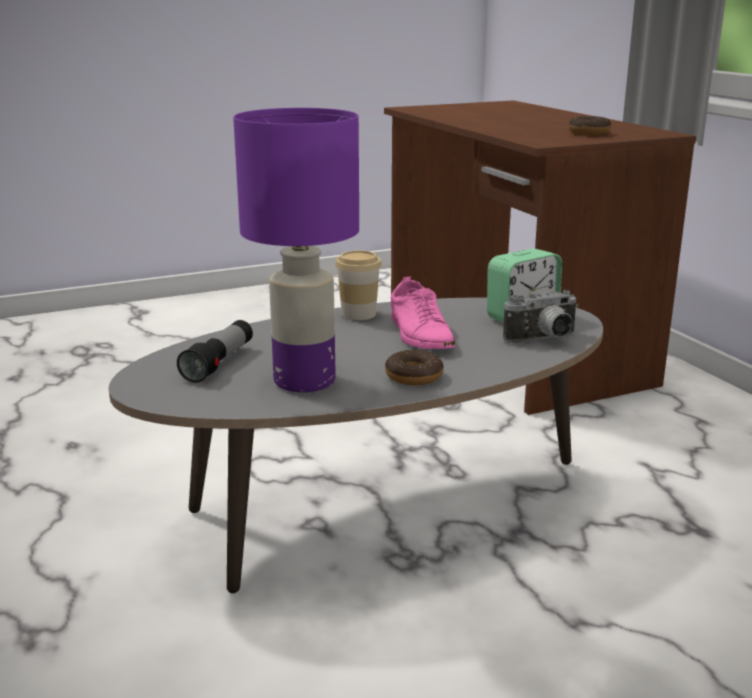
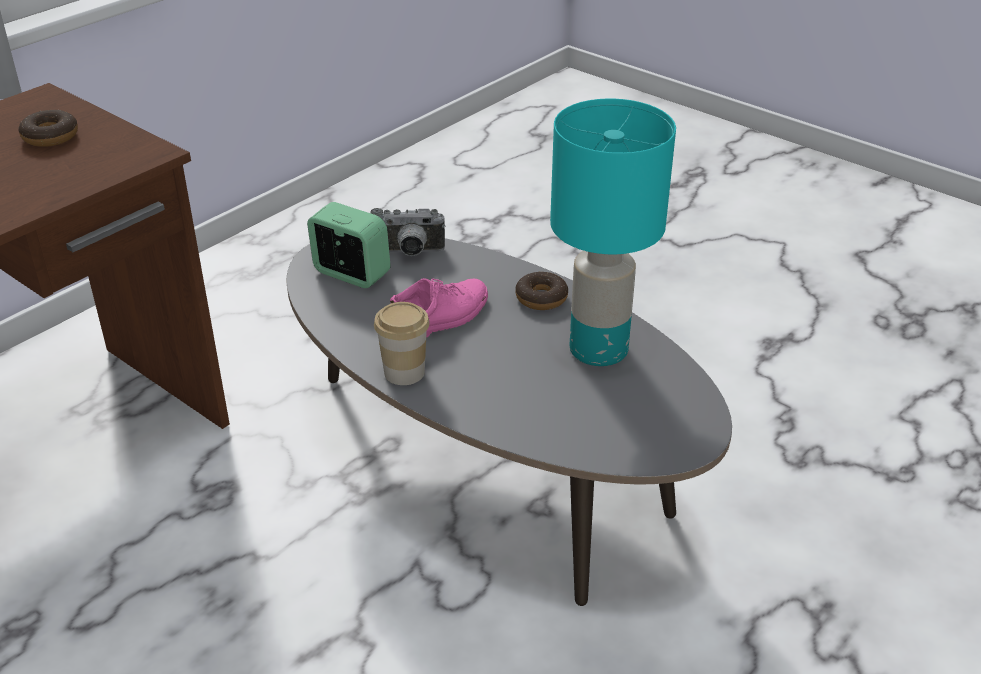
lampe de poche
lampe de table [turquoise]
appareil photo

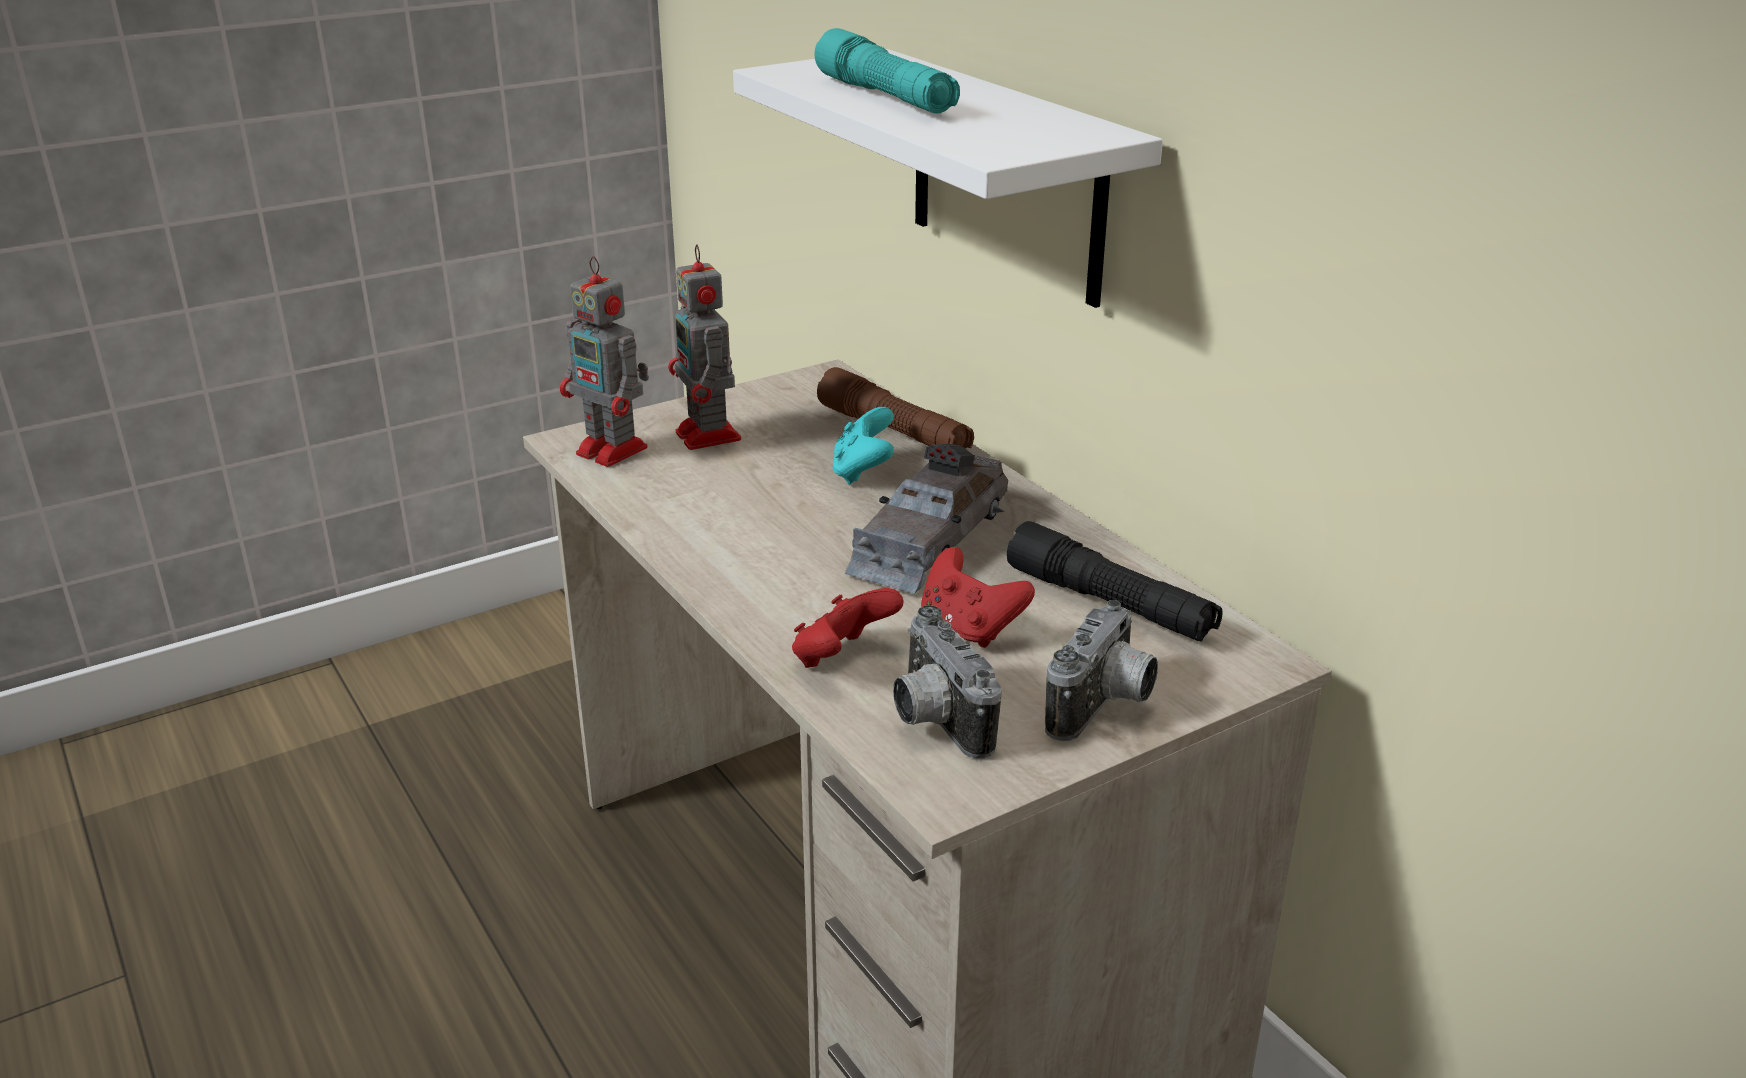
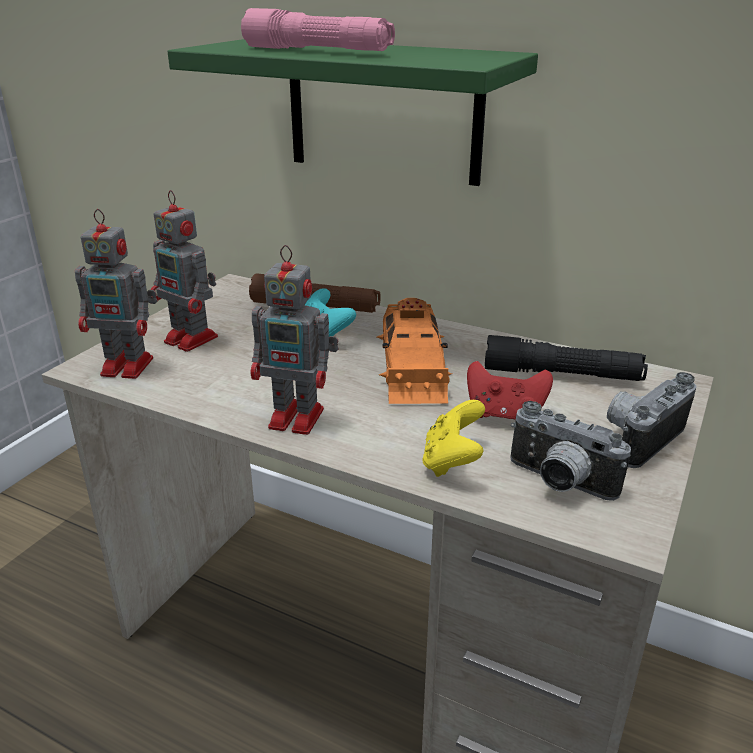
robot jouet (no. 3 from left)
étagère [vert]
manette [jaune]
lampe de poche [rose]
petite voiture [orange]
appareil photo (no. 2 from left)

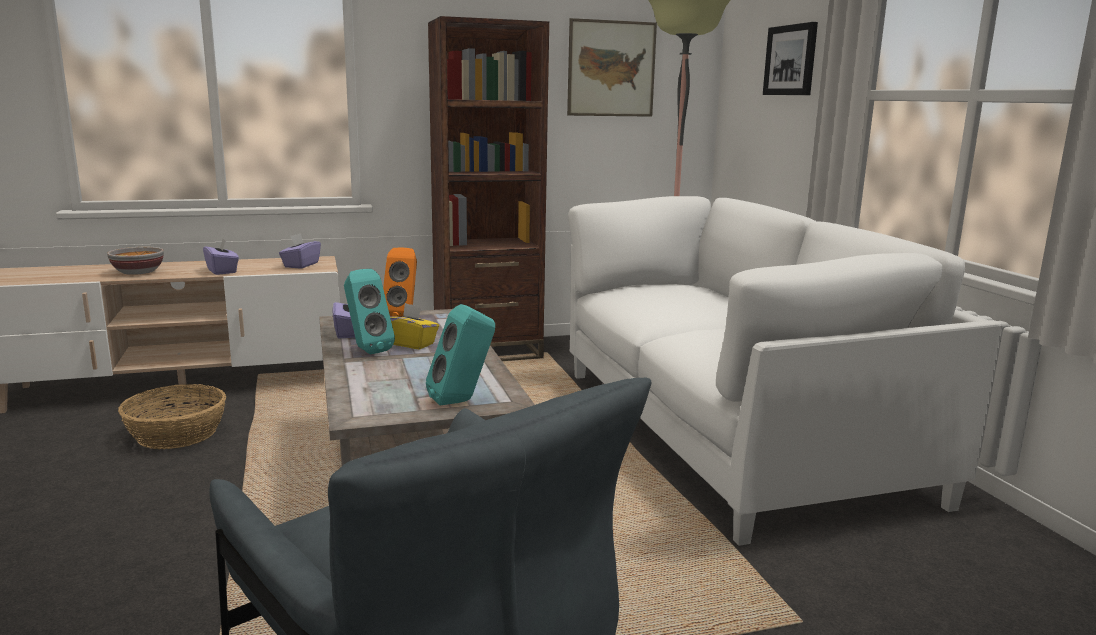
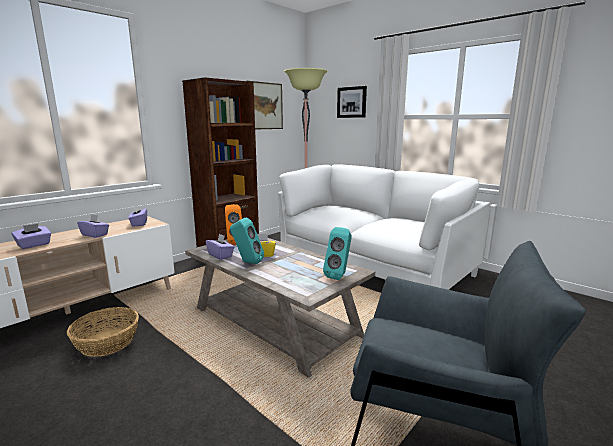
boîte à mouchoirs [violet] (no. 1 from left)

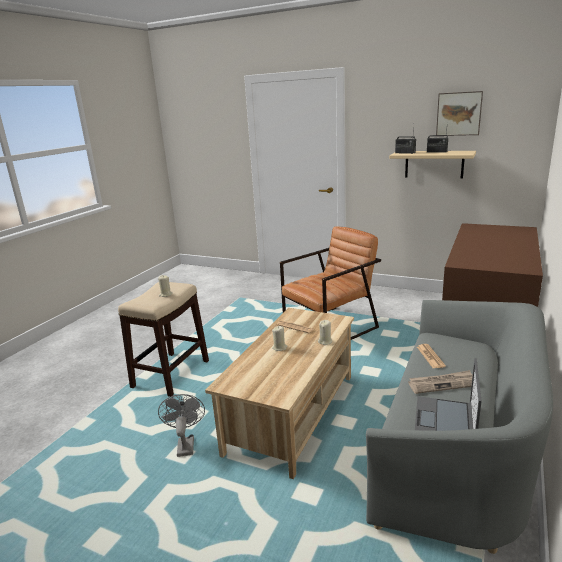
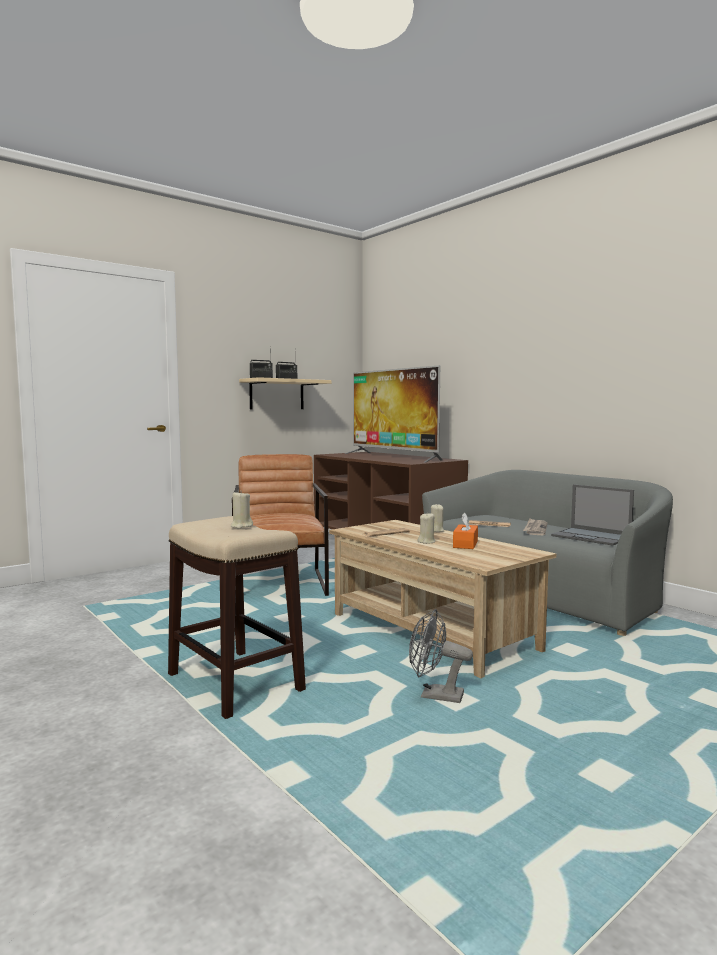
tableau
téléviseur
boîte à mouchoirs [orange]

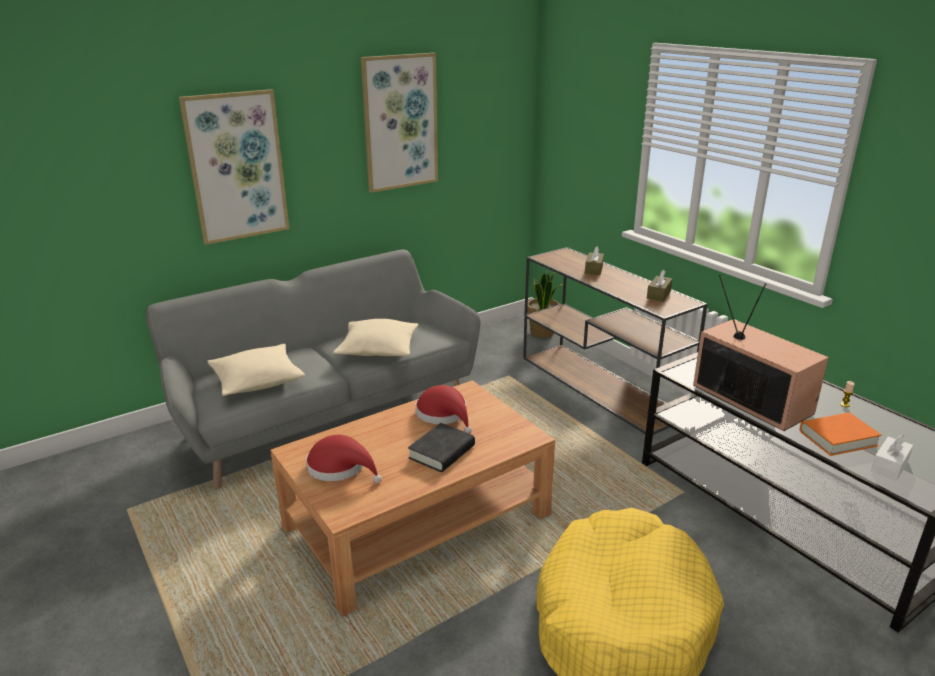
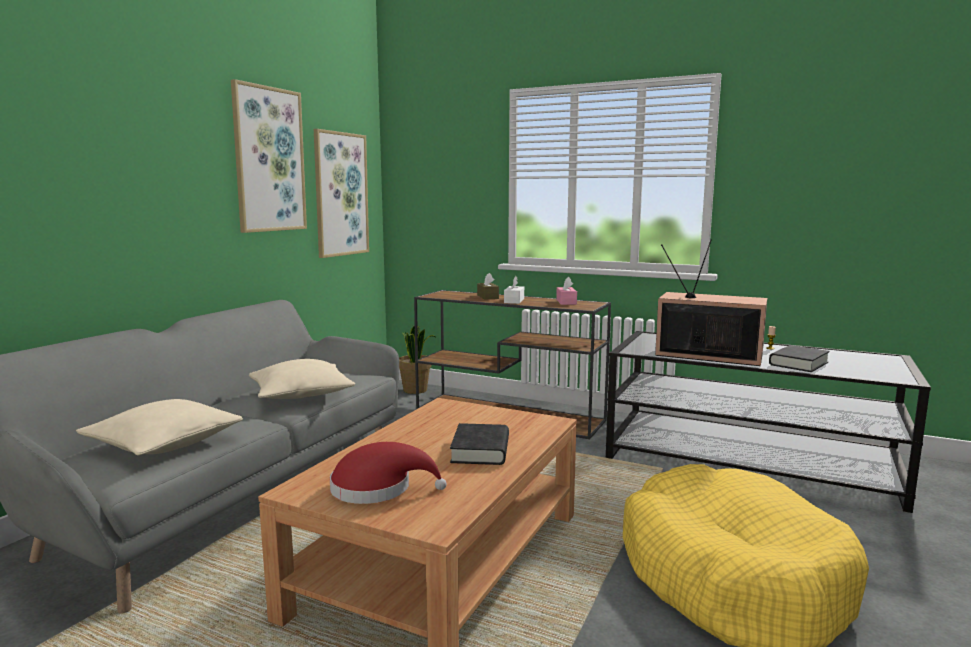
chapeau [rouge] (no. 2 from left in the first image)
tableau (no. 2 from left)
boîte à mouchoirs [blanc]
boîte à mouchoirs [rose]
livre [noir] (no. 2 from left)

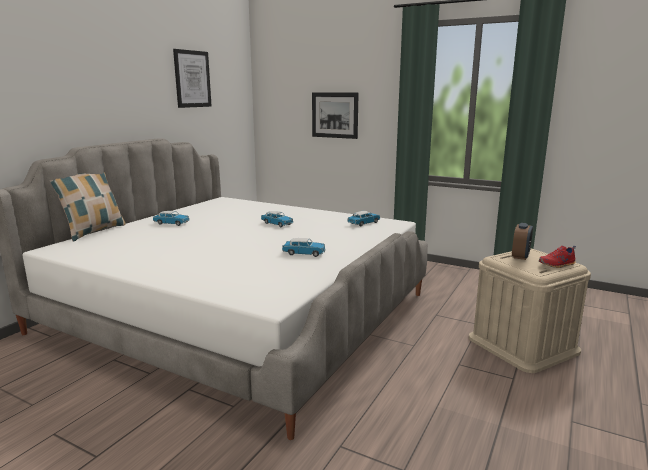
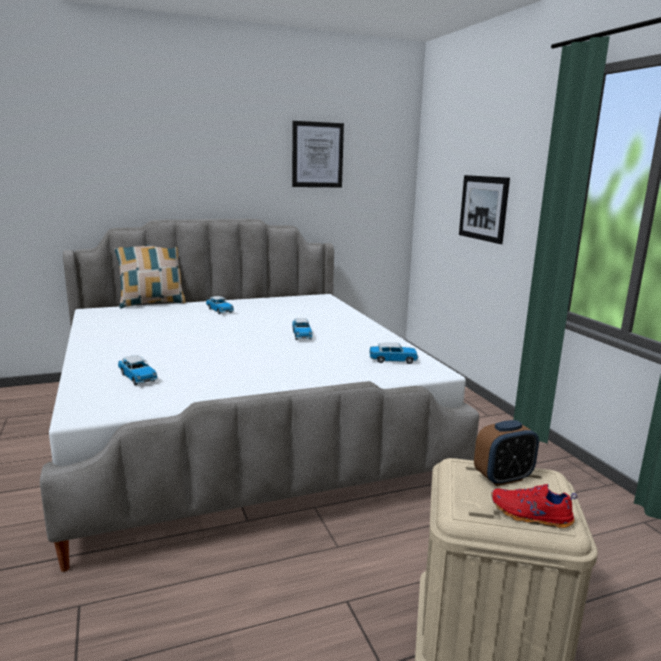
petite voiture (no. 1 from left)

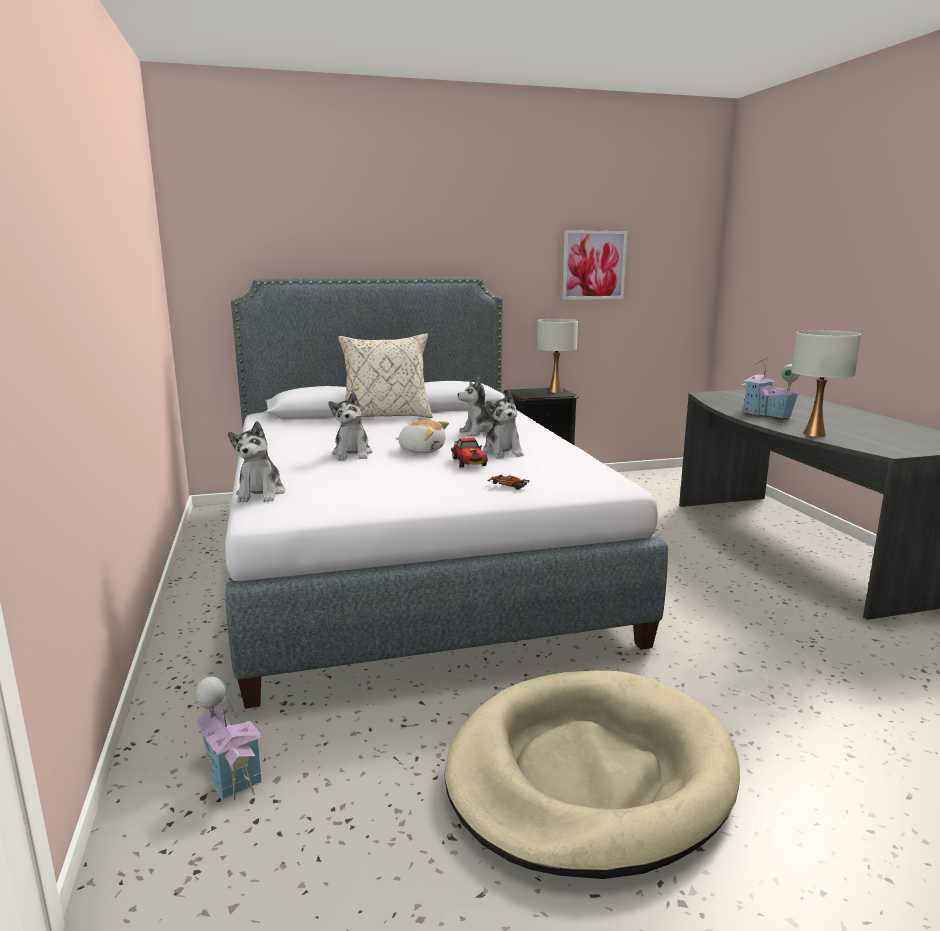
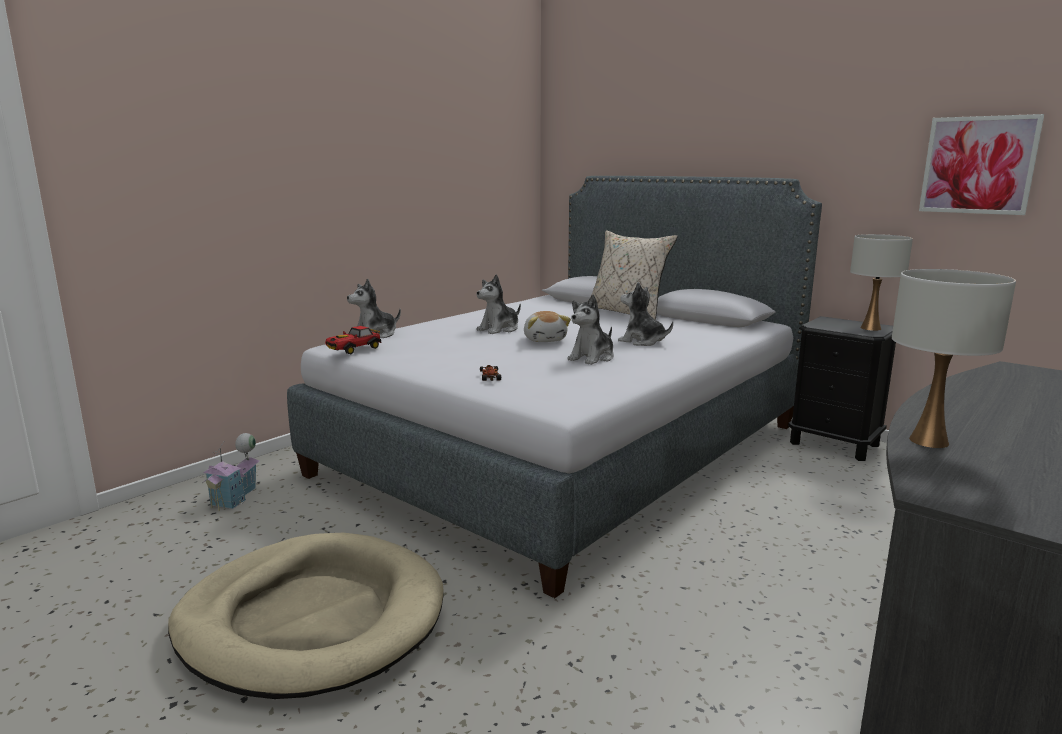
maison miniature (no. 2 from left in the first image)
petite voiture (no. 1 from left)

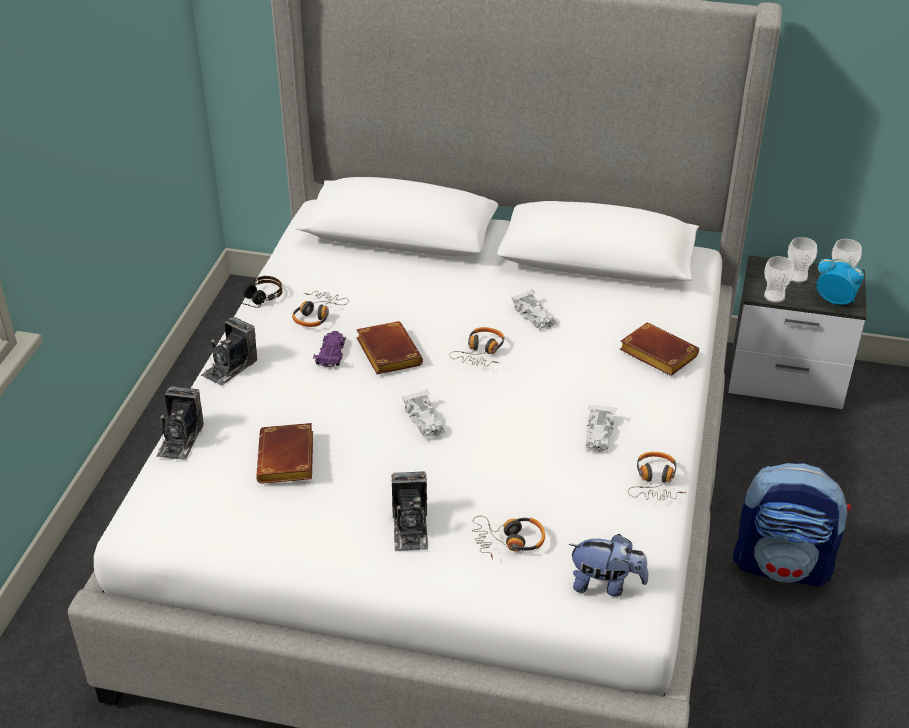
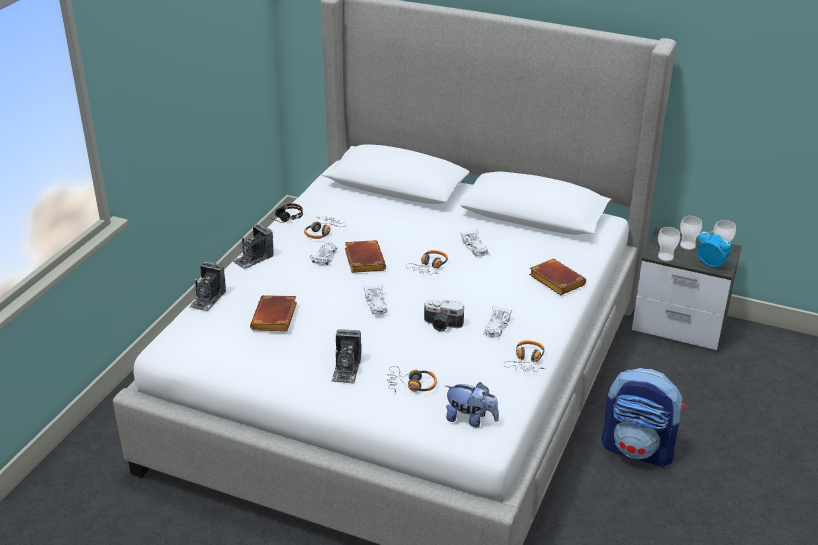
appareil photo (no. 4 from left)
petite voiture [blanc] (no. 1 from left)

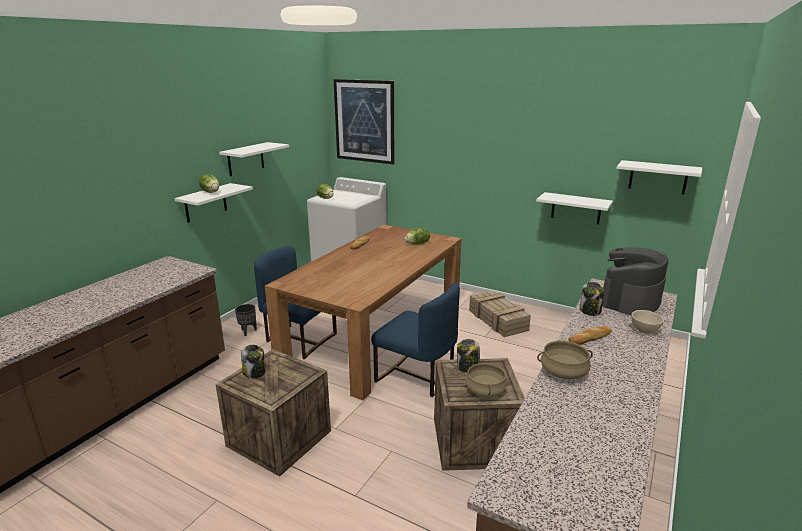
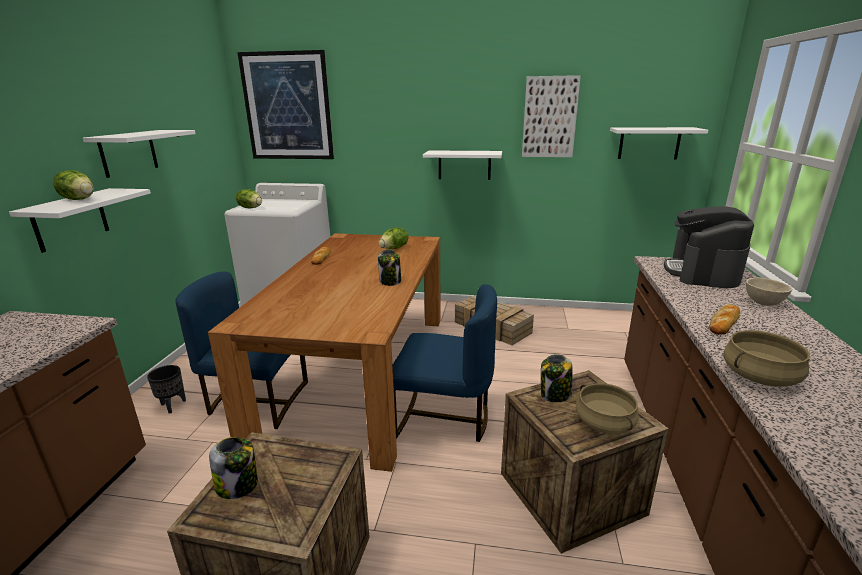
tableau (no. 2 from left)
étagère [blanc] (no. 3 from left)
bocal (no. 2 from left)

